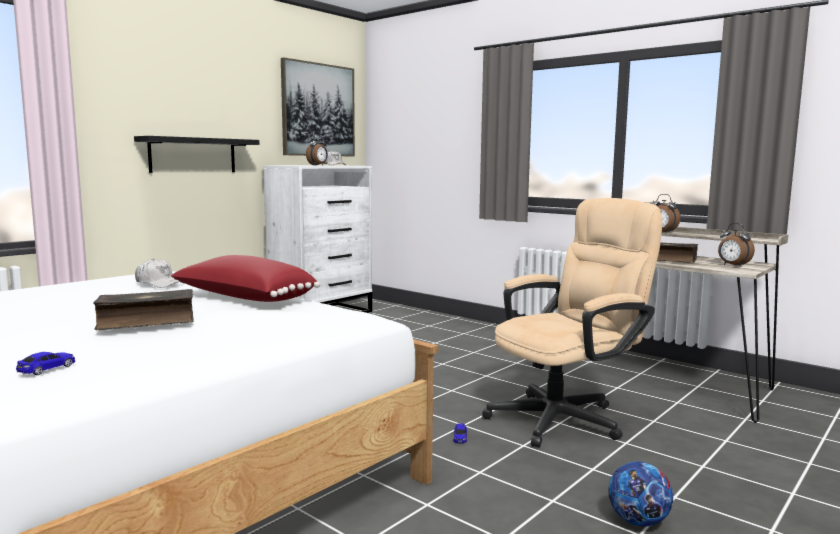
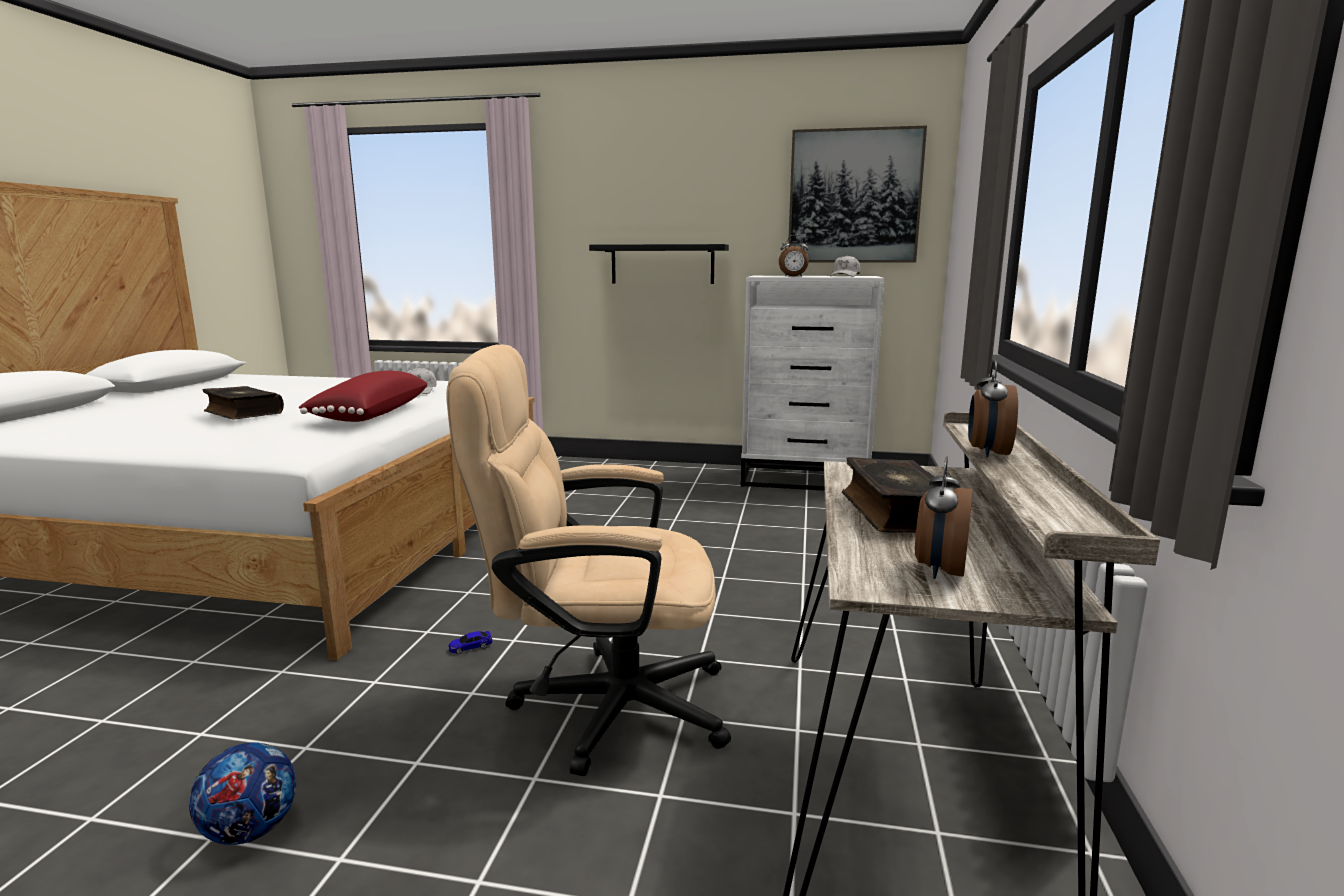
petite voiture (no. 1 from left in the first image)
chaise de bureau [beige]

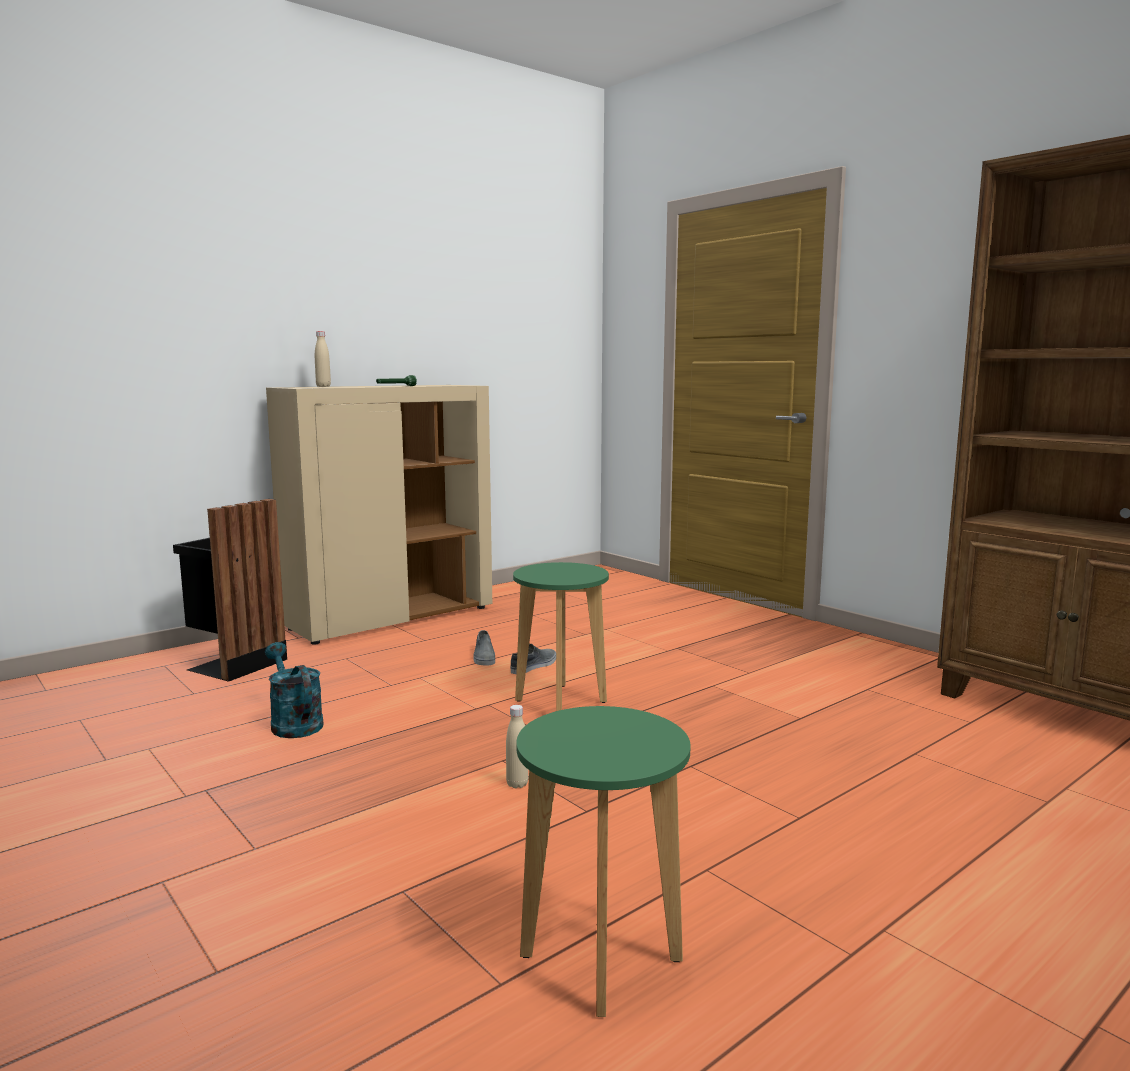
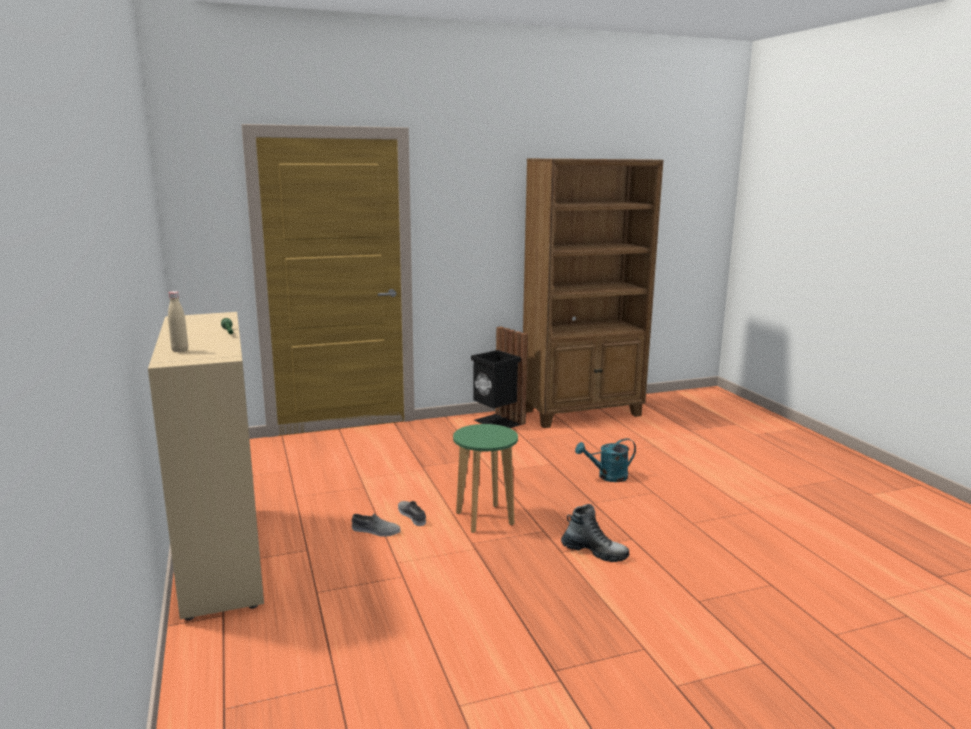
tabouret [vert] (no. 2 from left in the first image)
poubelle [noir]
arrosoir [turquoise]
botte

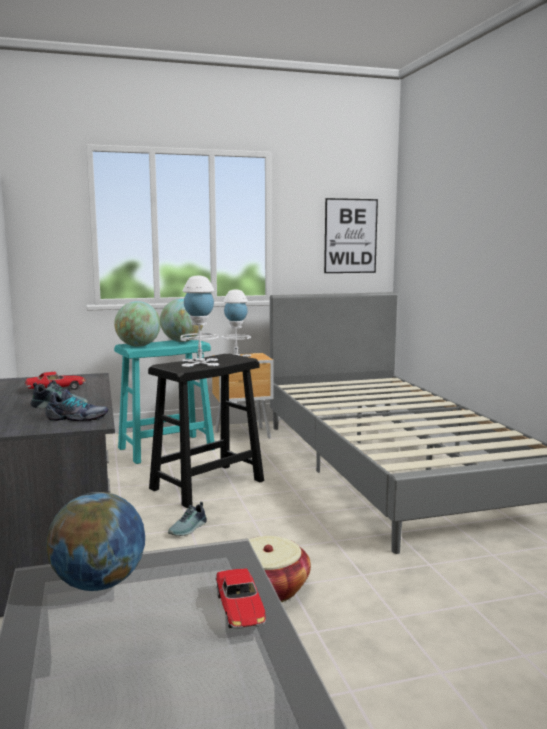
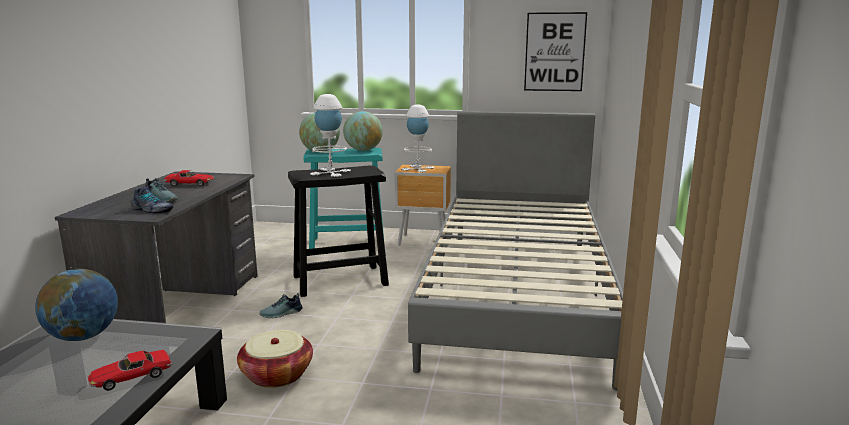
petite voiture (no. 1 from left)

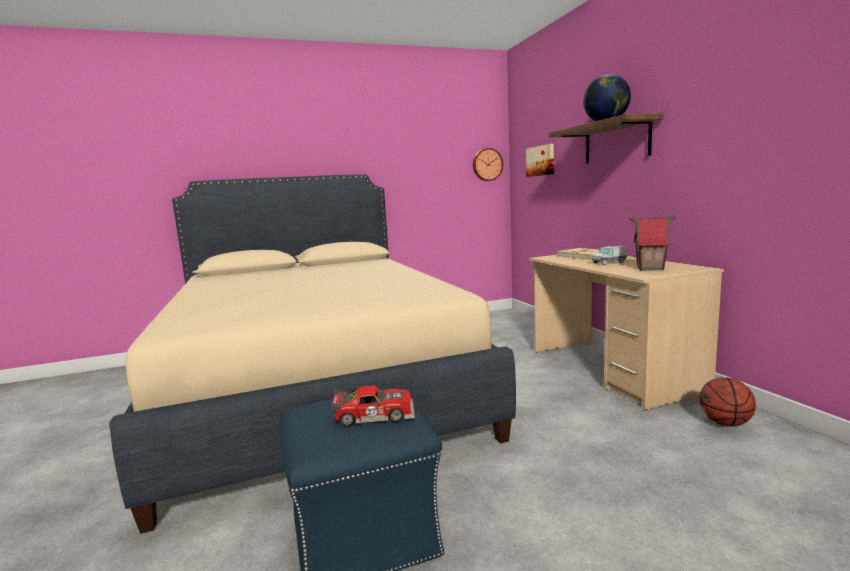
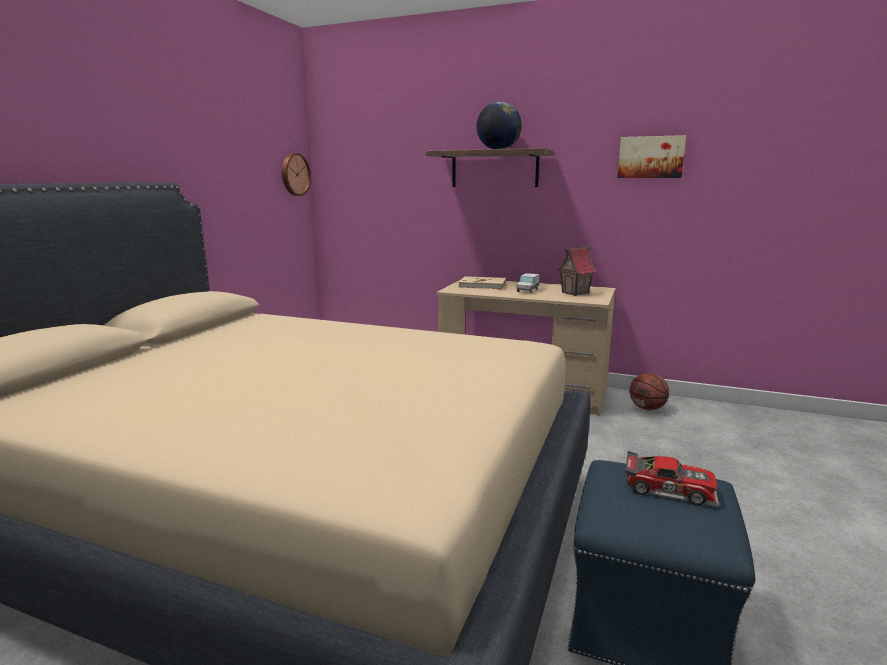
tableau
petite voiture

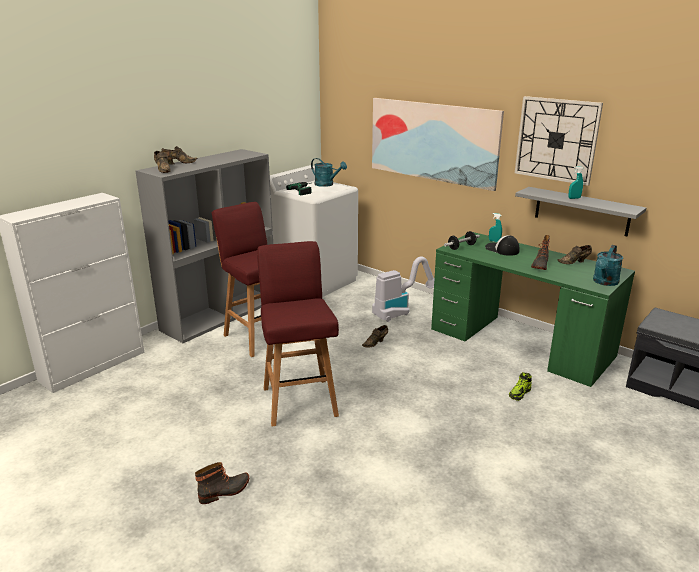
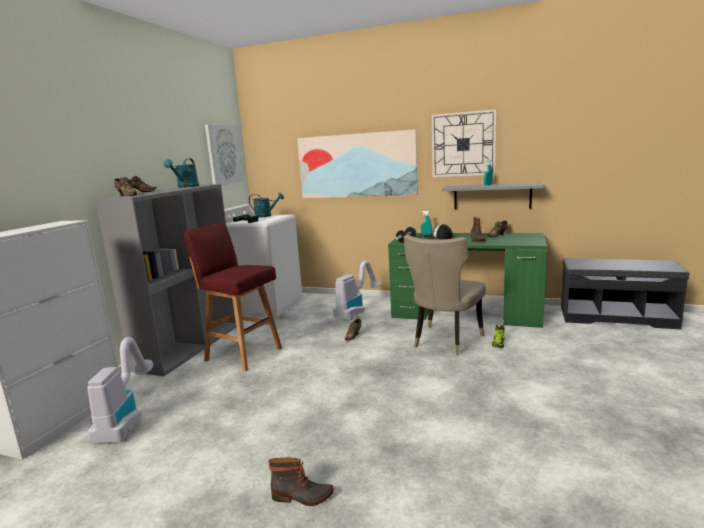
tabouret [rouge] (no. 2 from left in the first image)
aspirateur (no. 1 from left)
tableau (no. 1 from left)
chaise [beige]
arrosoir [turquoise] (no. 1 from left)
botte (no. 1 from left)

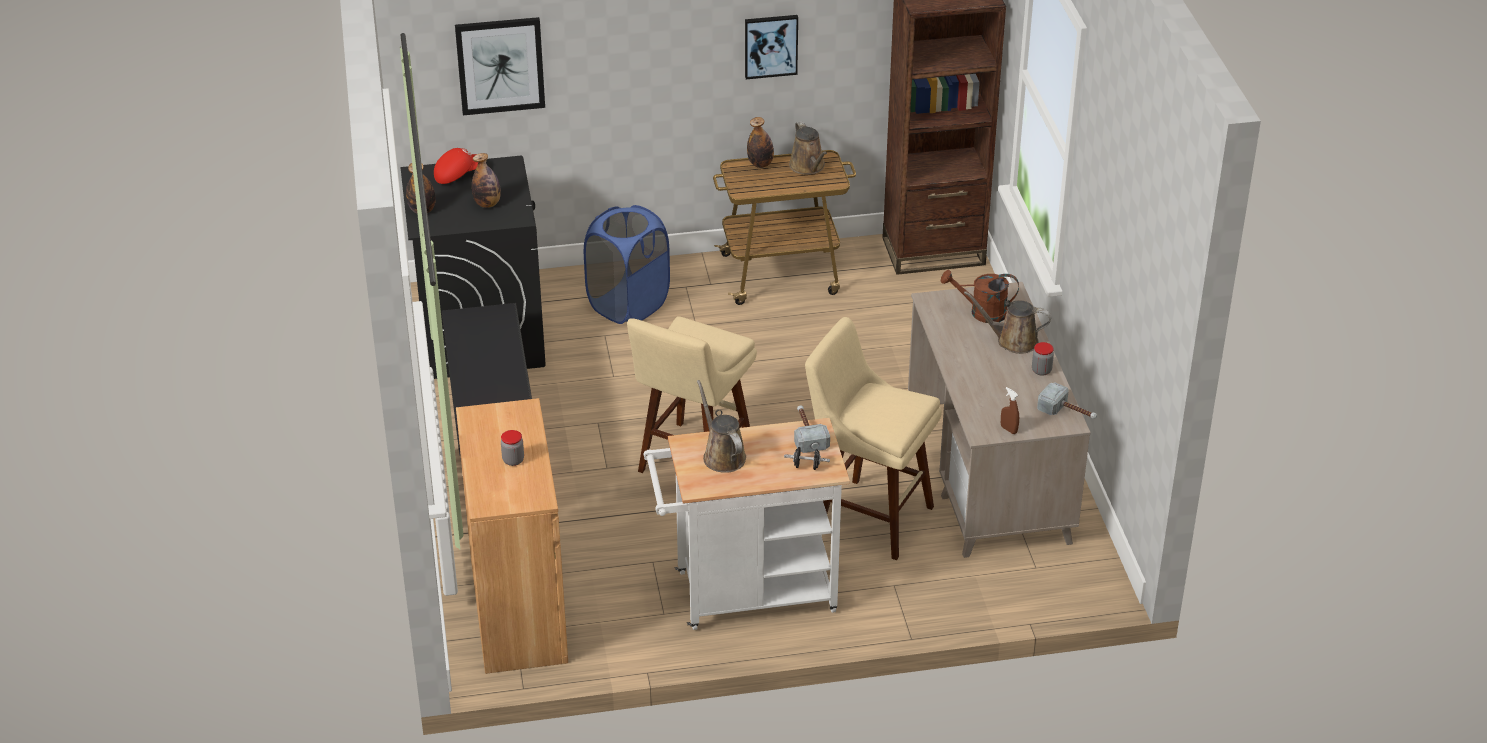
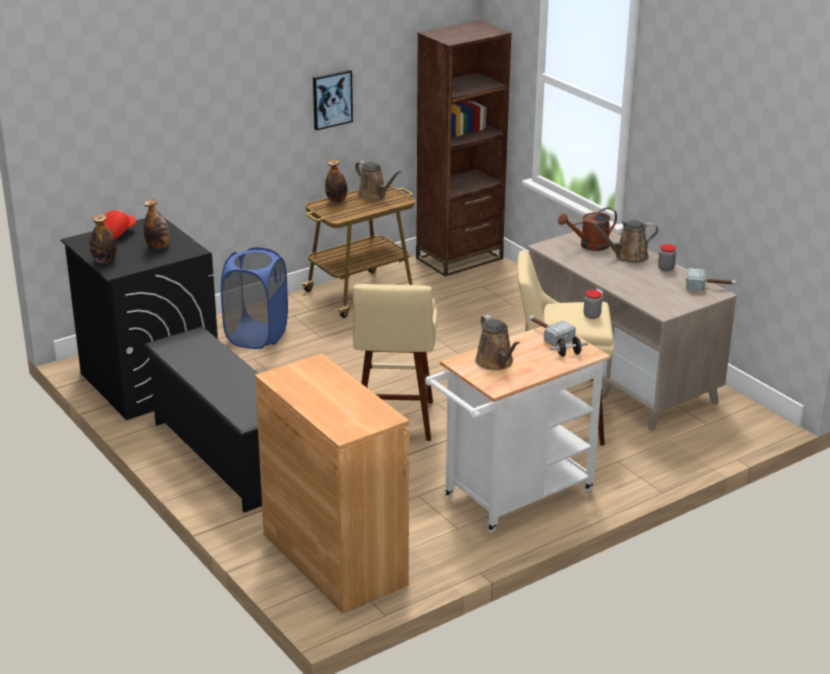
tableau (no. 1 from left in the first image)
vaporisateur [marron]
bocal (no. 1 from left)
arrosoir [marron] (no. 2 from left)

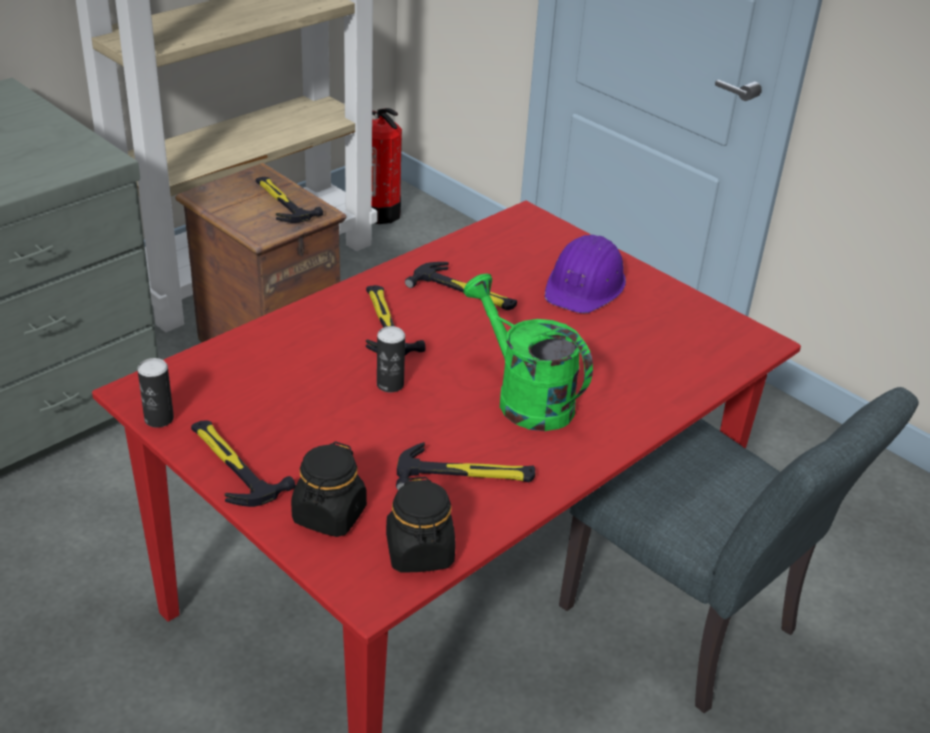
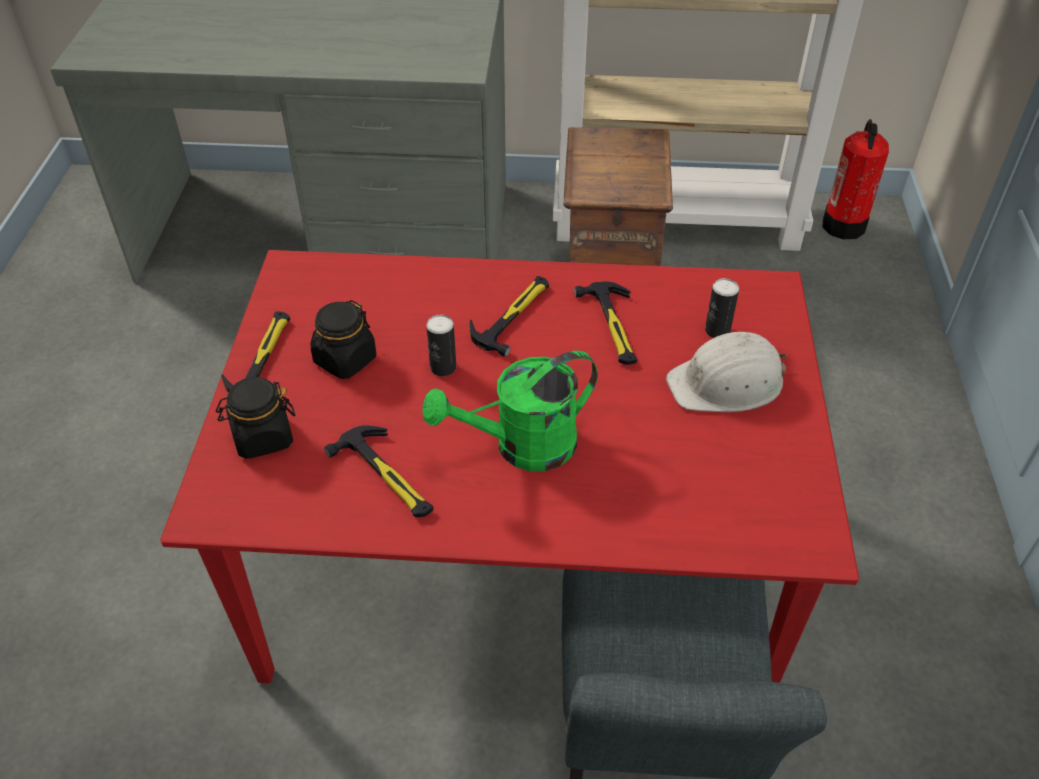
marteau (no. 2 from left in the first image)
boîte métallique (no. 2 from left)
bocal [noir] (no. 2 from left)
casque de chantier [blanc]
arrosoir [vert]

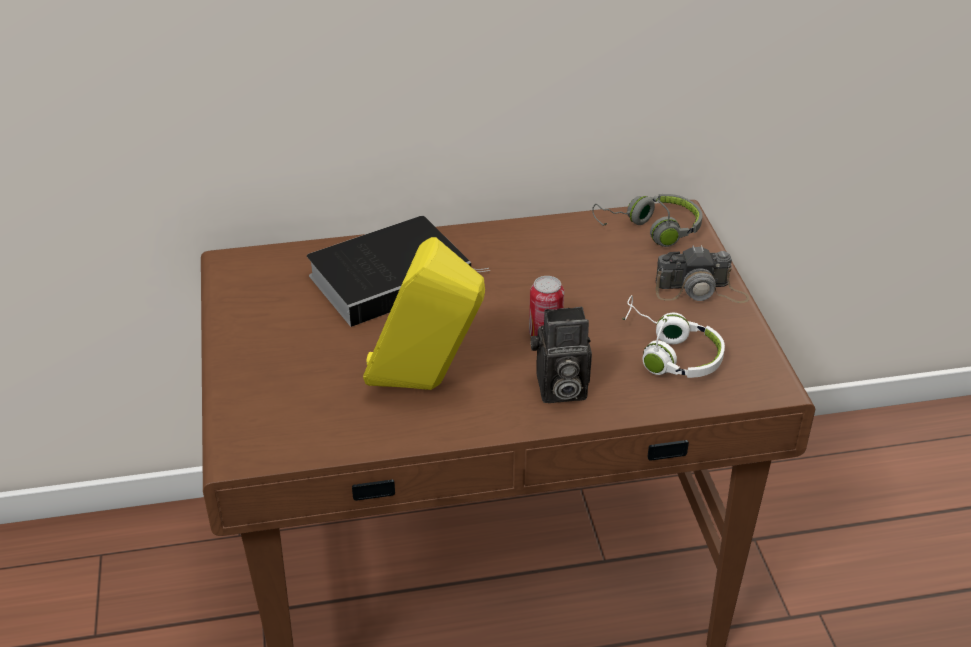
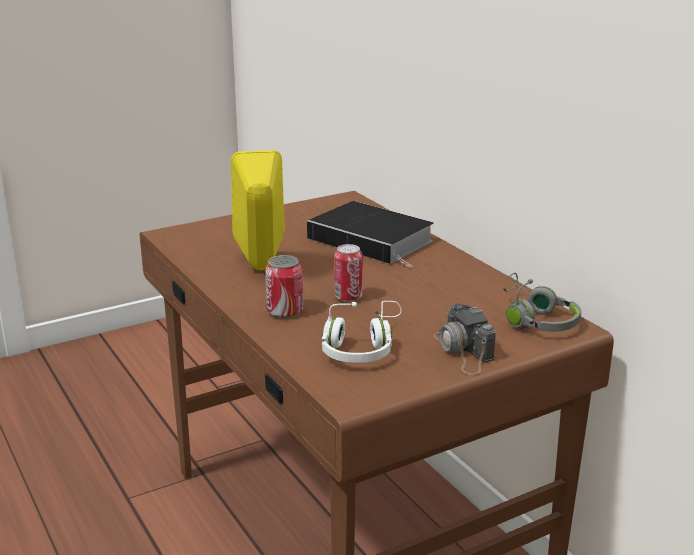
boîte métallique (no. 1 from left)

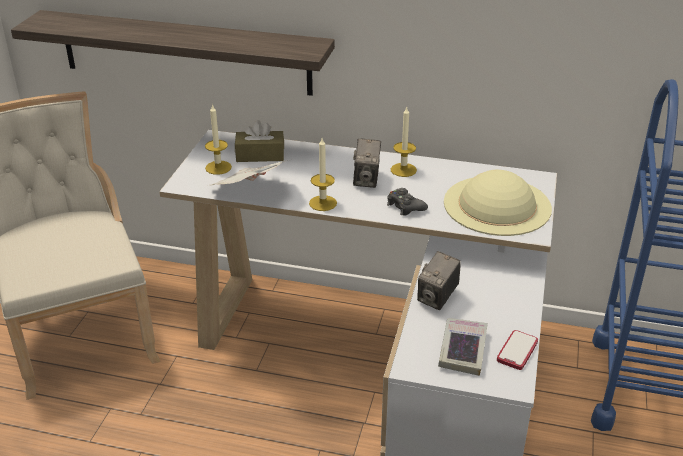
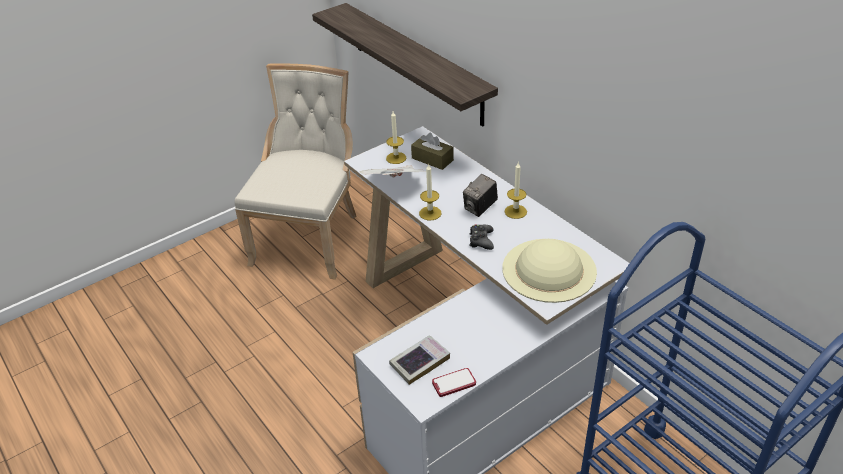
appareil photo (no. 2 from left in the first image)

